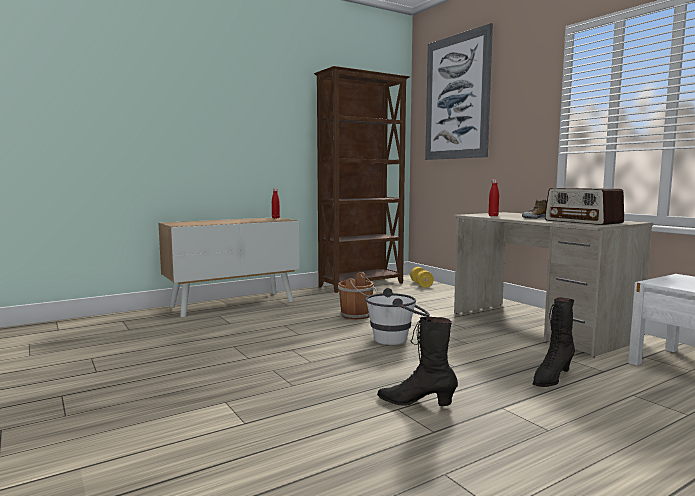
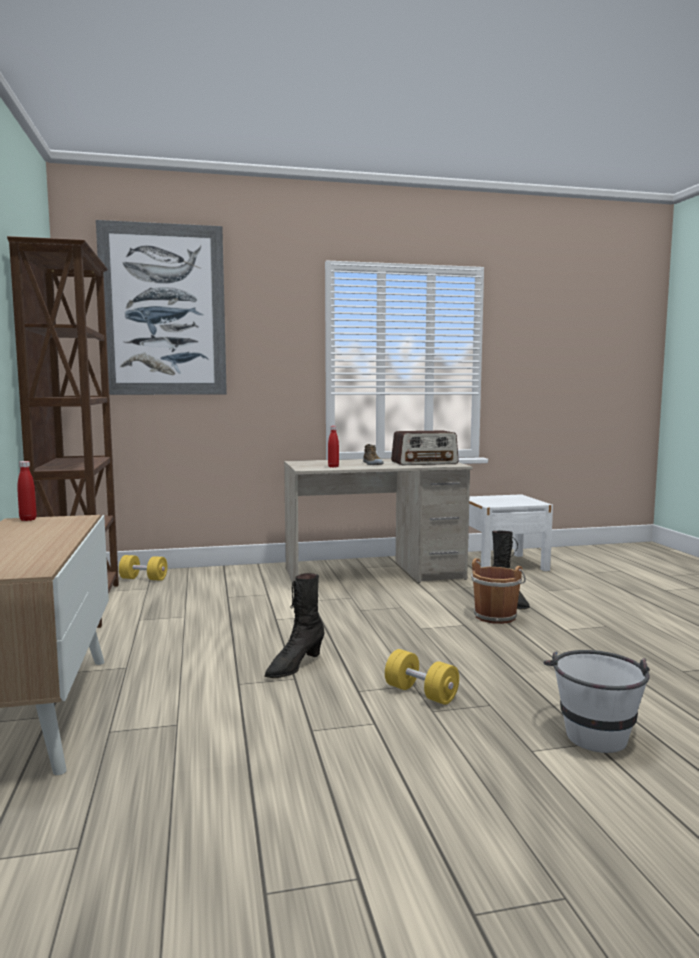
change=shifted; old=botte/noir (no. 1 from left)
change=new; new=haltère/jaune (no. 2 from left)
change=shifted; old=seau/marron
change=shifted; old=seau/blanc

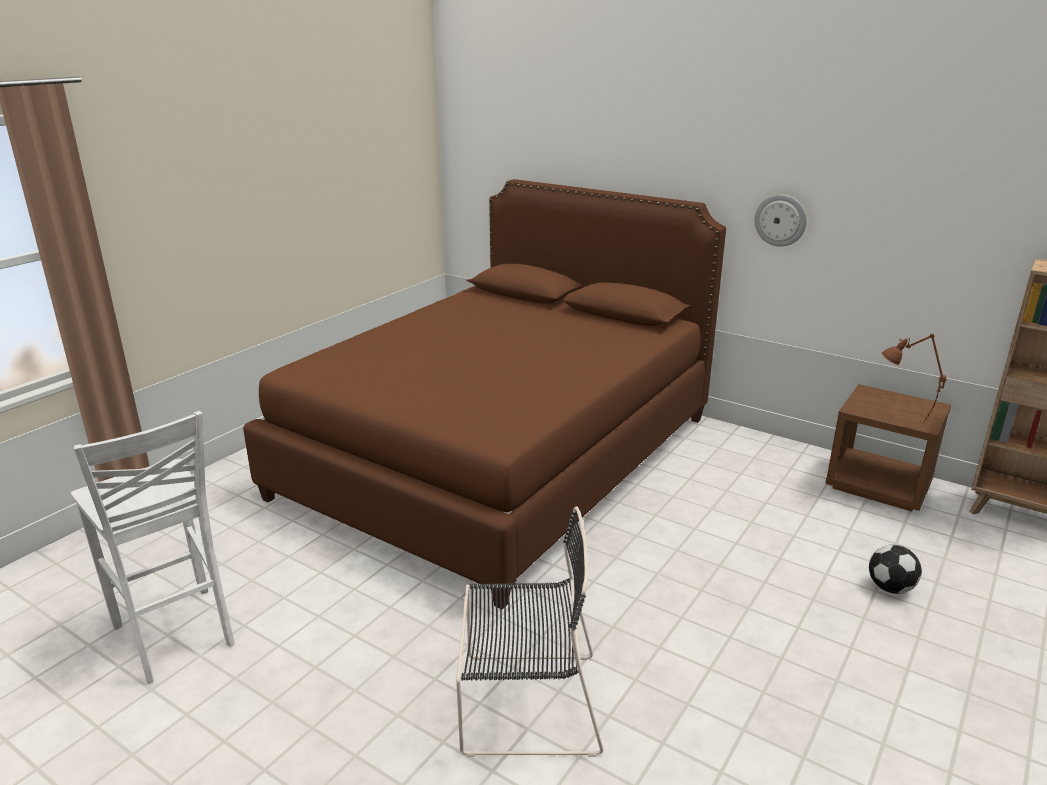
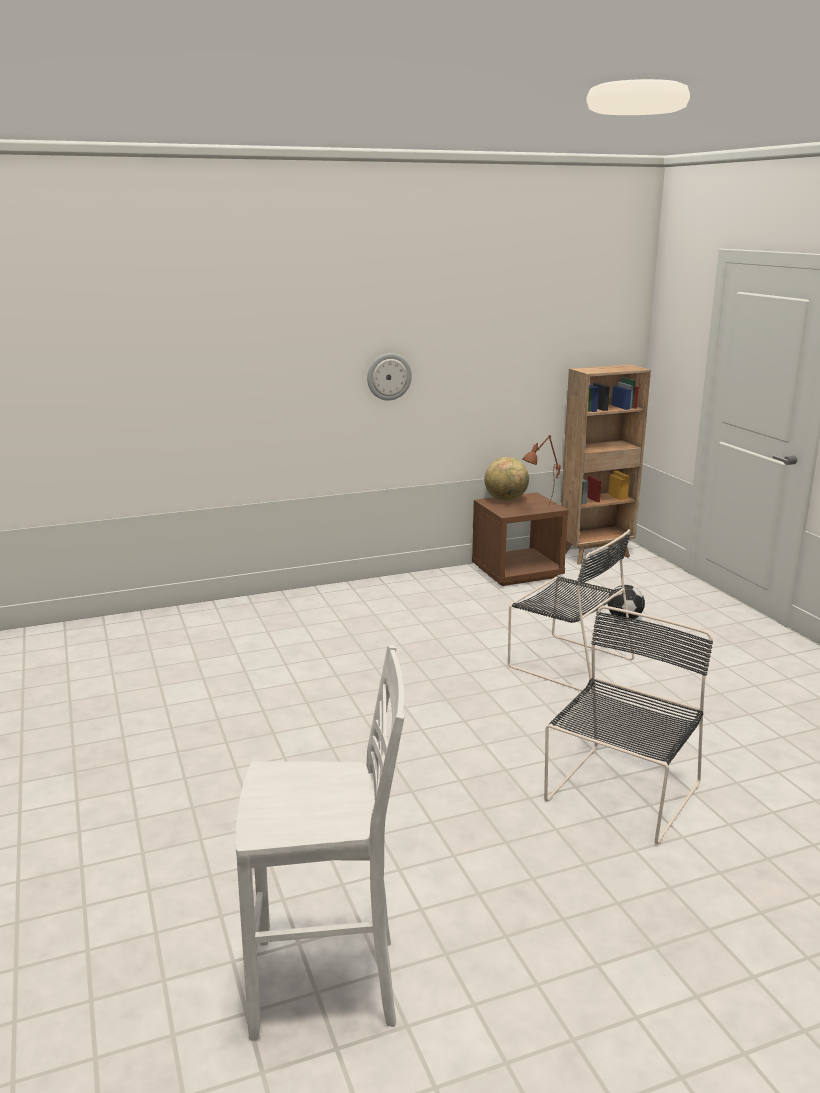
change=new; new=globe
change=new; new=chaise/noir (no. 1 from left)
change=gone; old=lit/marron

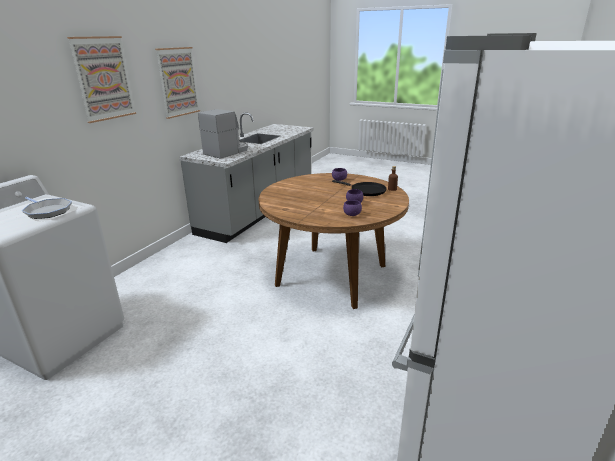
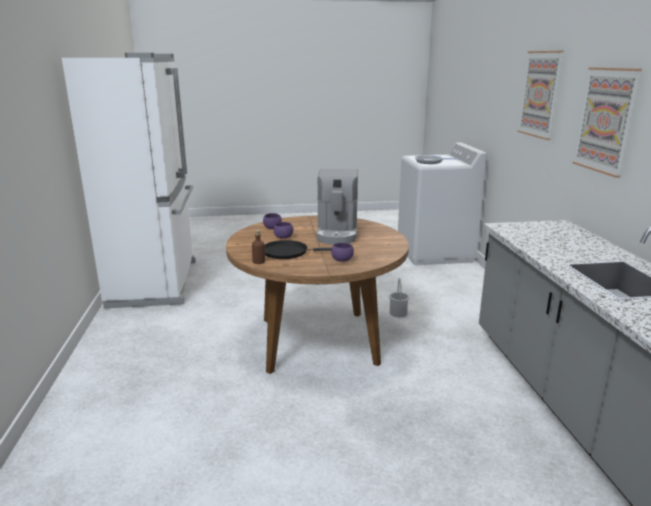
change=shifted; old=machine à café
change=new; new=seau/blanc

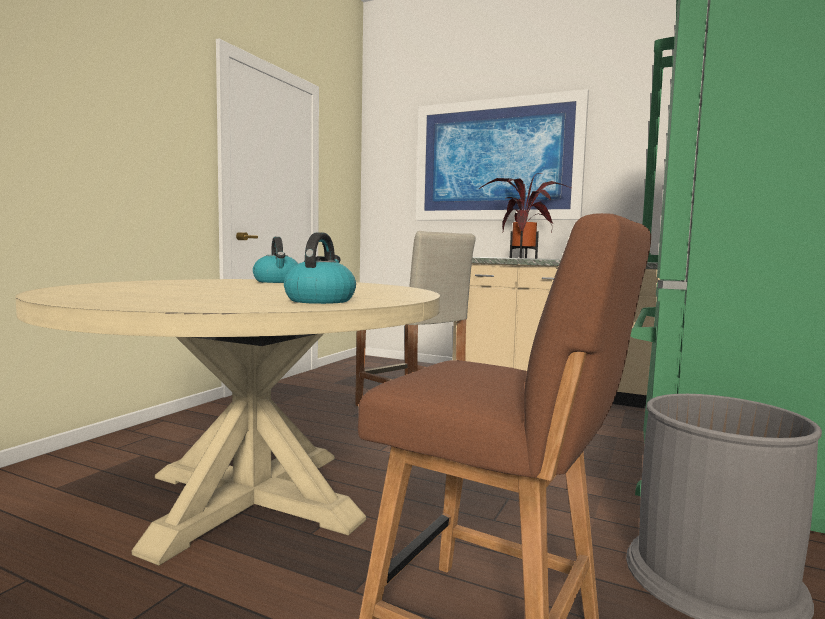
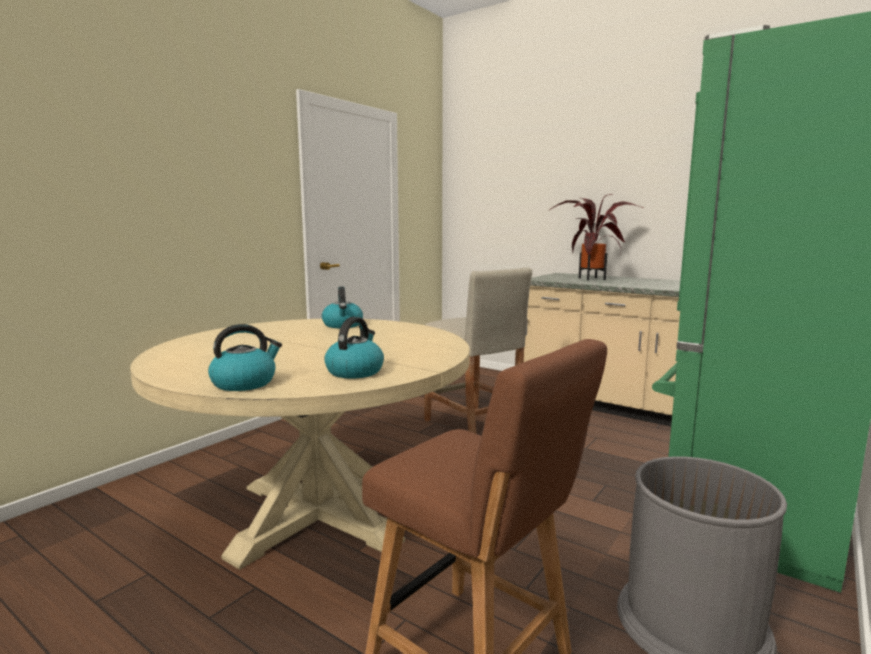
change=new; new=bouilloire (no. 1 from left)
change=gone; old=tableau

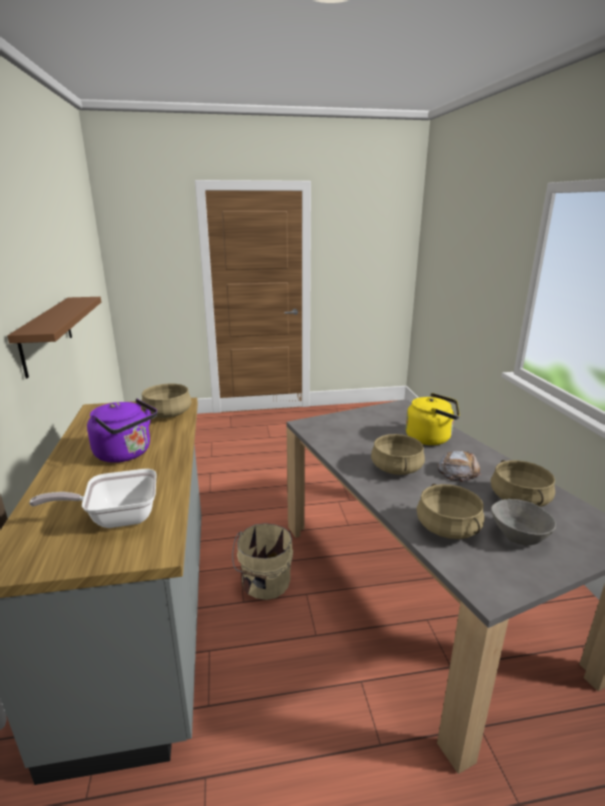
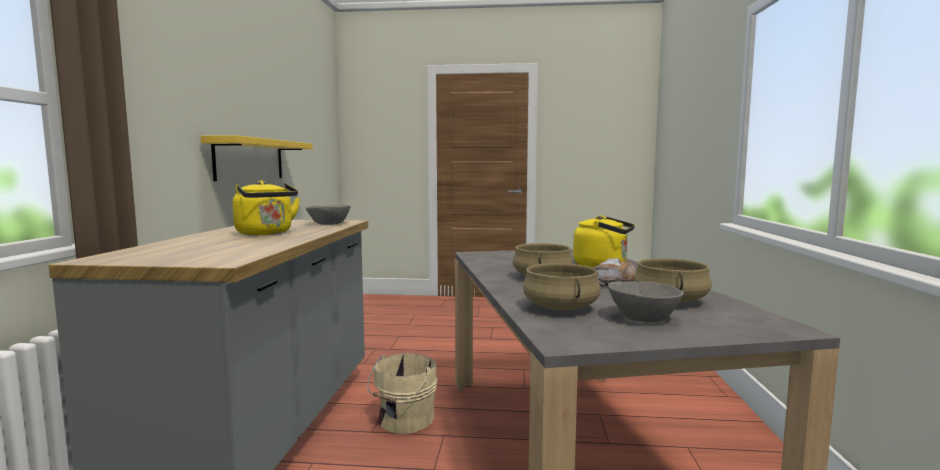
change=repainted; old=étagère/marron; new=étagère/jaune
change=repainted; old=bouilloire/violet; new=bouilloire/jaune (no. 1 from left)
change=swapped; old=marmite/beige (no. 1 from left); new=bol/gris (no. 1 from left)
change=gone; old=poêle

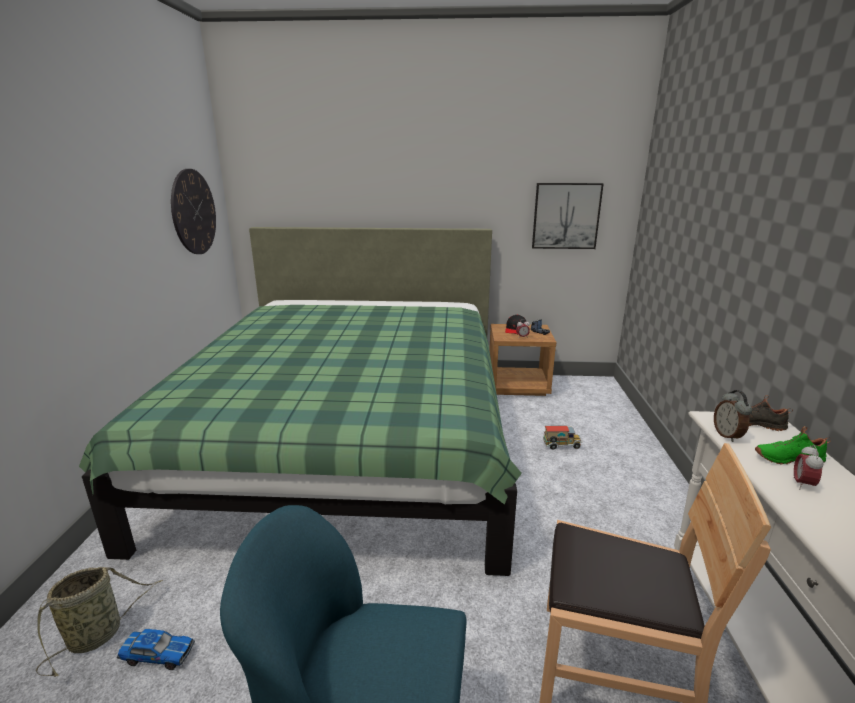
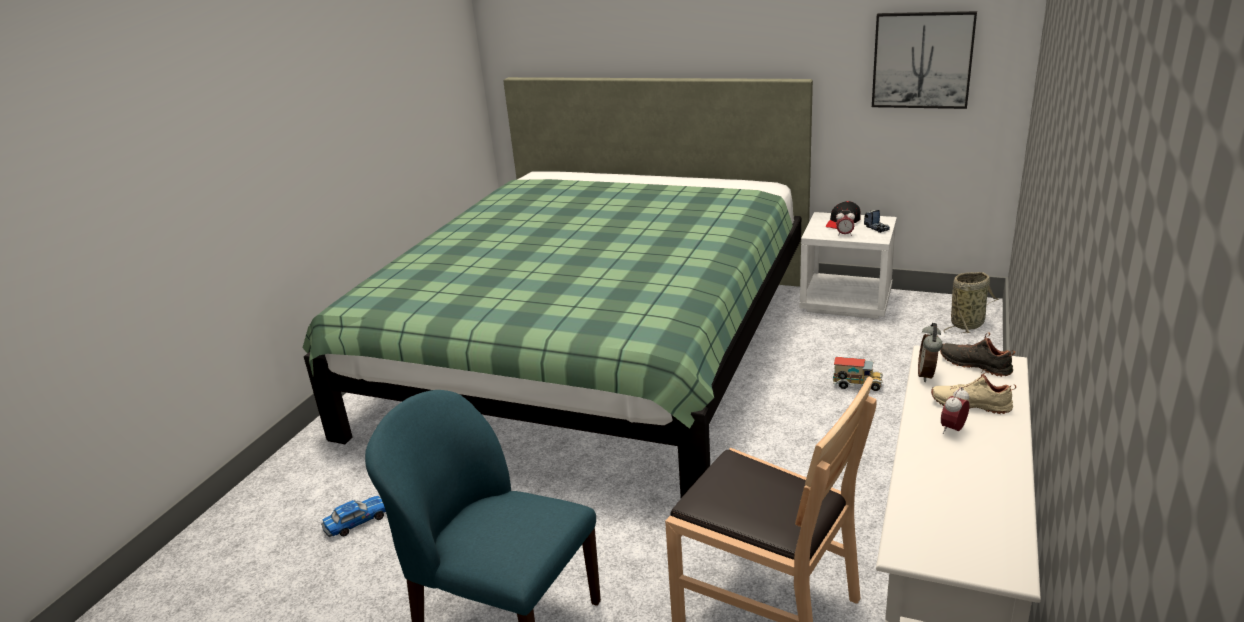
change=rotated; old=petite voiture; degrees=-60
change=repainted; old=table de chevet/marron; new=table de chevet/blanc
change=repainted; old=chaussure/vert; new=chaussure/beige
change=shifted; old=panier
change=gone; old=horloge murale

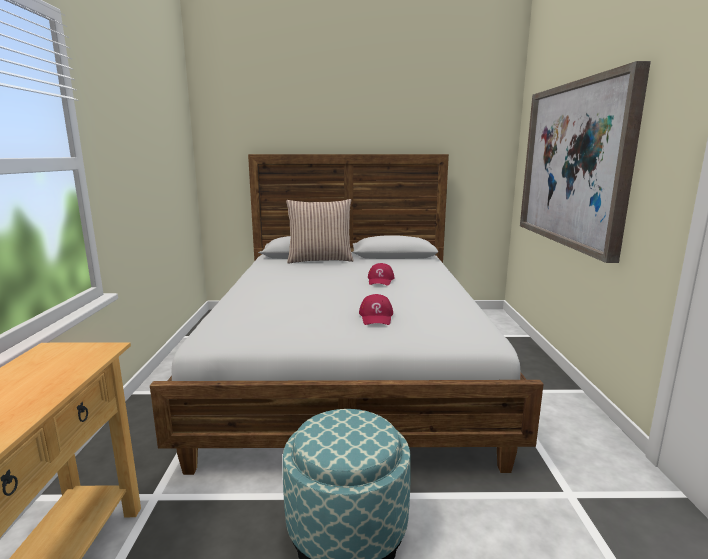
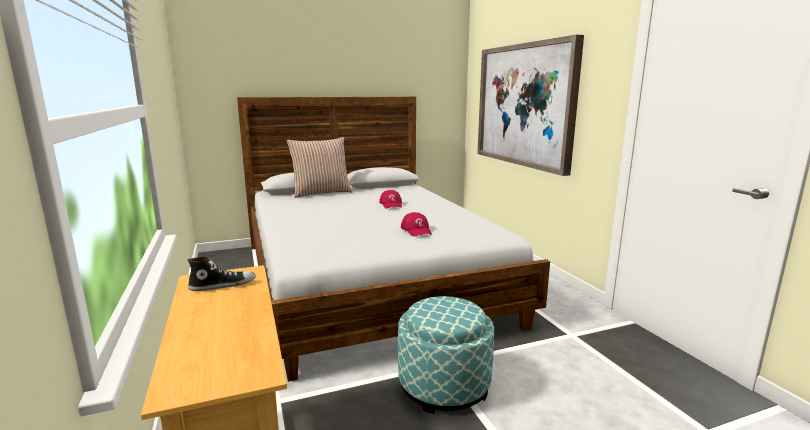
change=new; new=chaussure

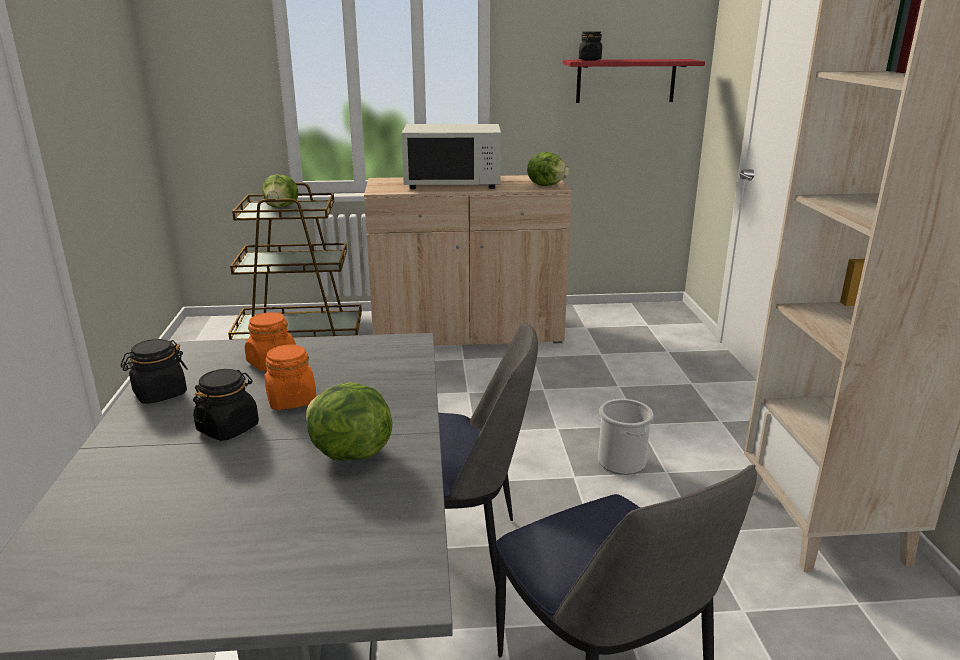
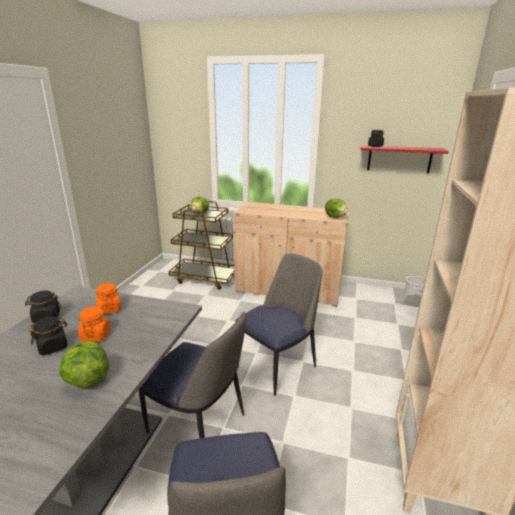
change=new; new=chaise (no. 3 from left)
change=shifted; old=seau
change=gone; old=micro-ondes/blanc

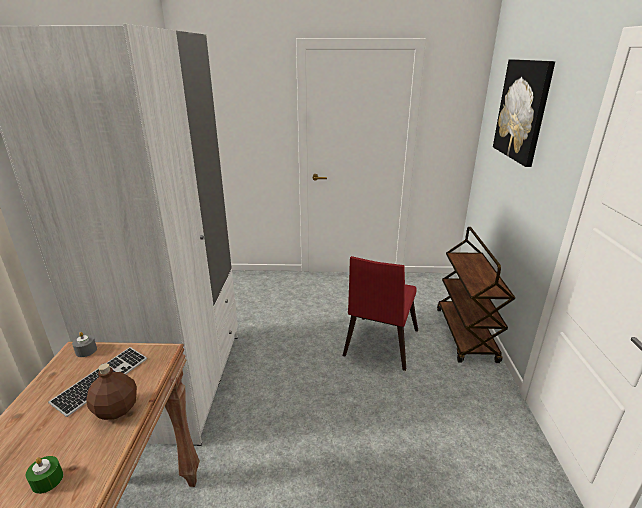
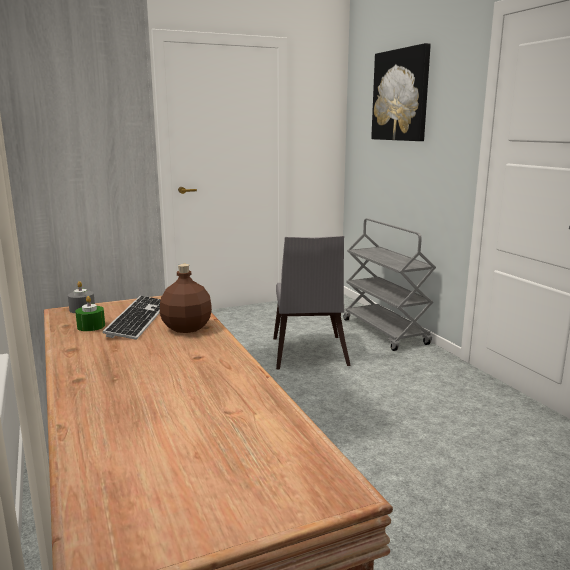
change=shifted; old=bougie/vert
change=repainted; old=chaise/rouge; new=chaise/gris
change=repainted; old=chariot/marron; new=chariot/gris

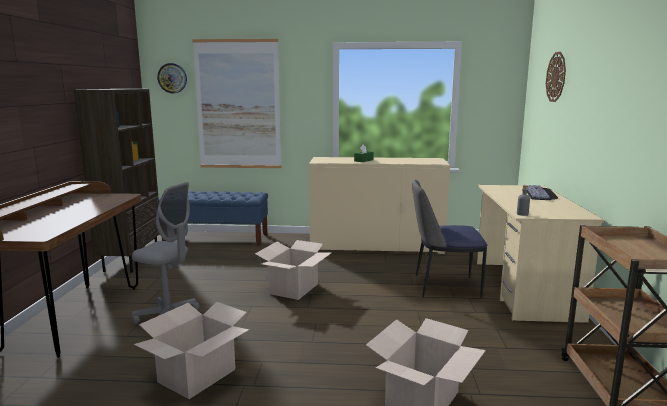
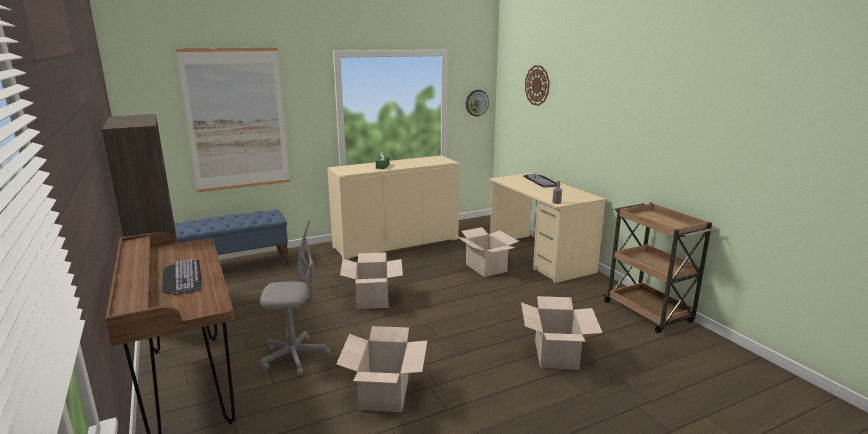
change=new; new=clavier (no. 1 from left)
change=swapped; old=chaise; new=carton (no. 3 from left)
change=shifted; old=horloge murale (no. 1 from left)

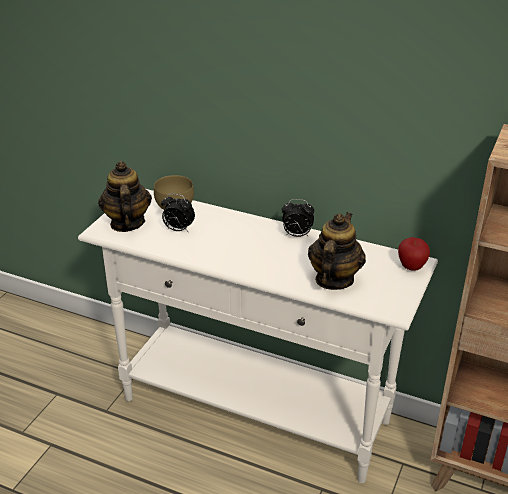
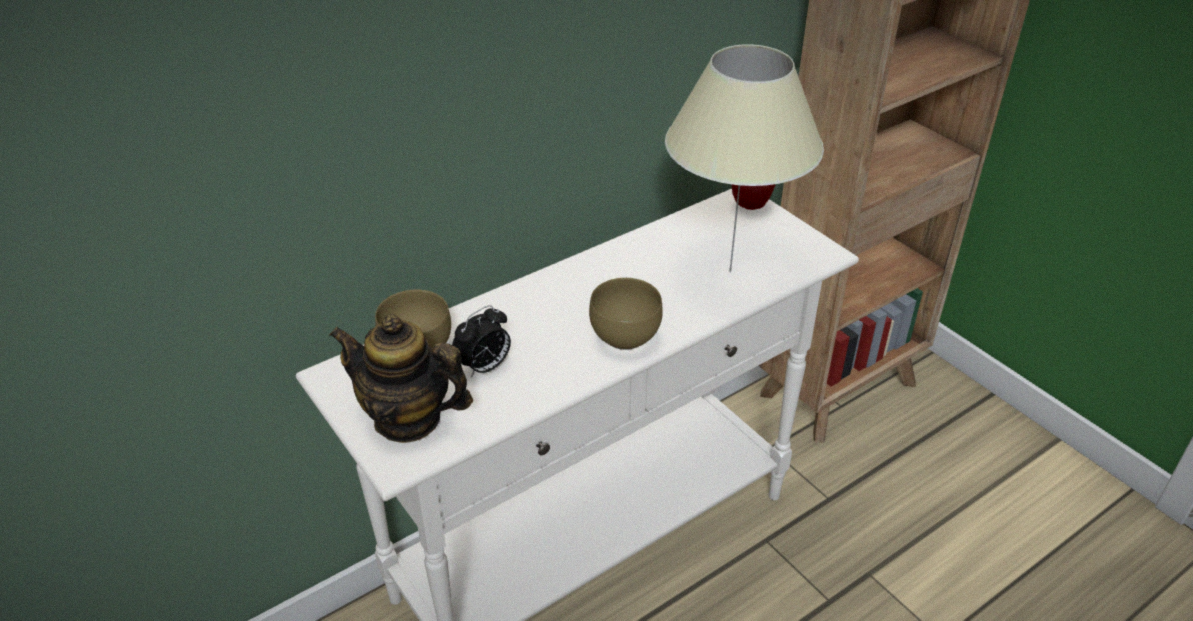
change=new; new=bol/marron (no. 2 from left)
change=swapped; old=théière (no. 2 from left); new=lampe de table/beige
change=gone; old=réveil (no. 2 from left)

